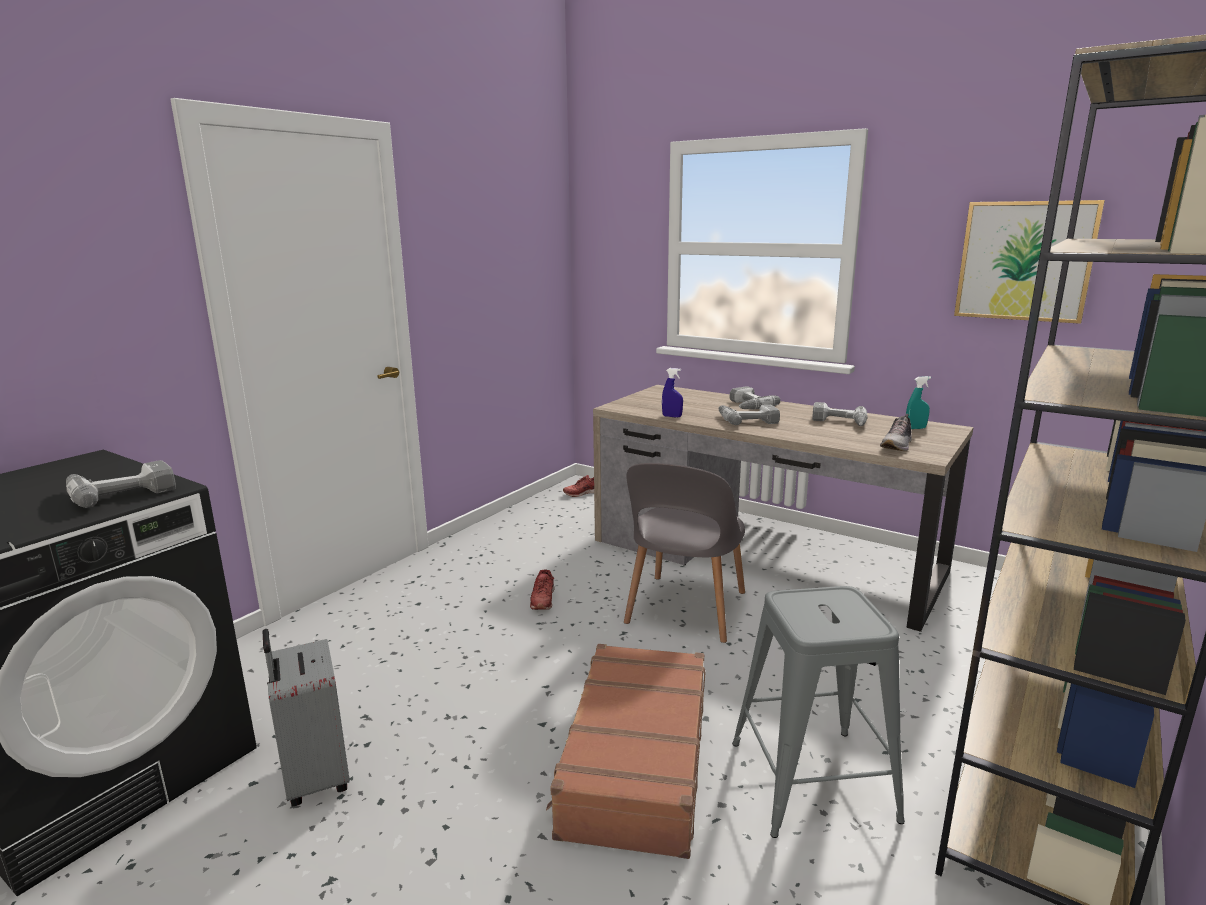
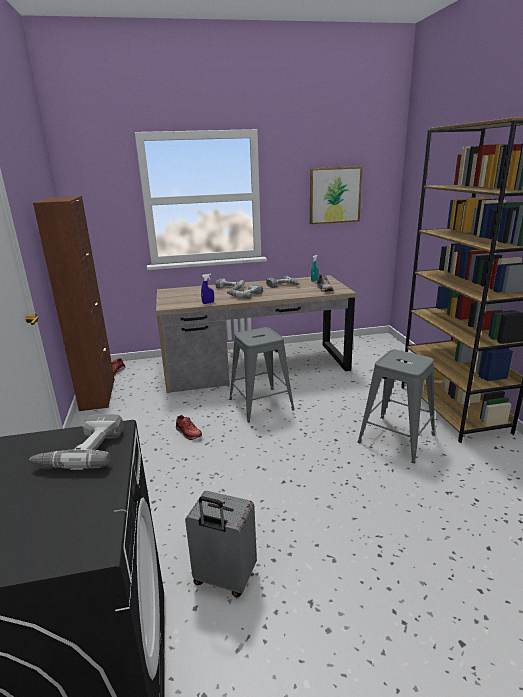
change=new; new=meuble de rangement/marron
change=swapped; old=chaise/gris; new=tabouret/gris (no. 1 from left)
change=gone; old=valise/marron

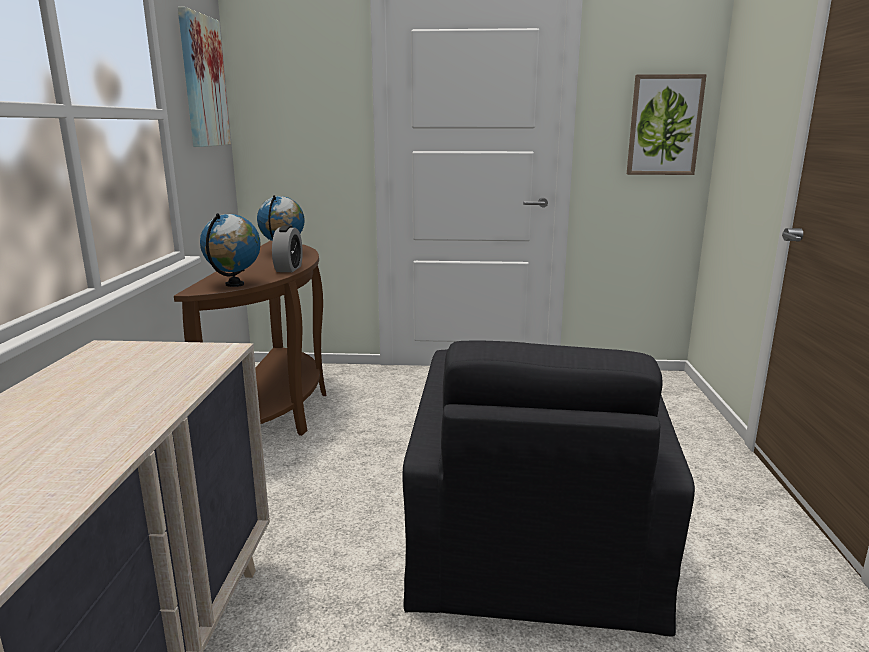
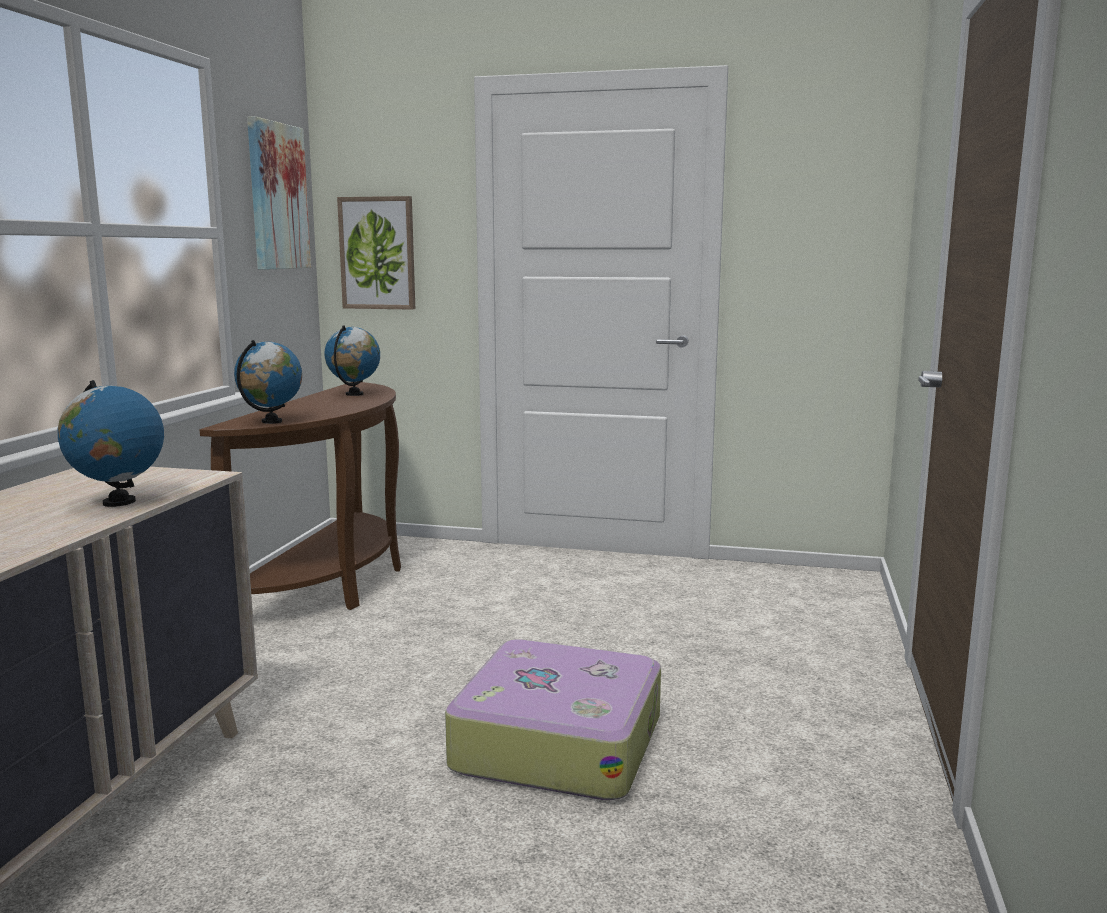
change=new; new=globe (no. 1 from left)
change=shifted; old=tableau (no. 2 from left)
change=swapped; old=fauteuil/noir; new=valise
change=gone; old=réveil

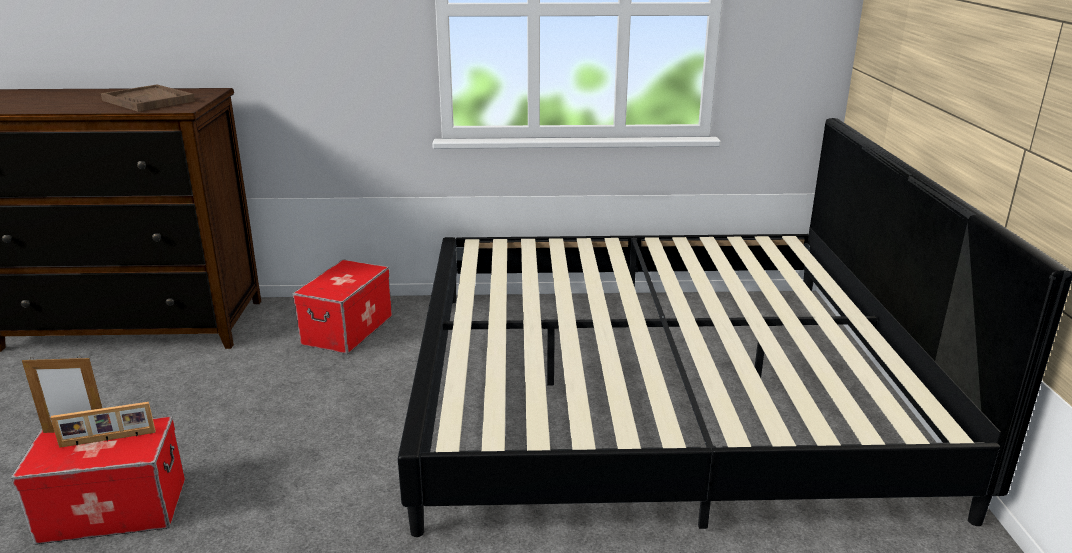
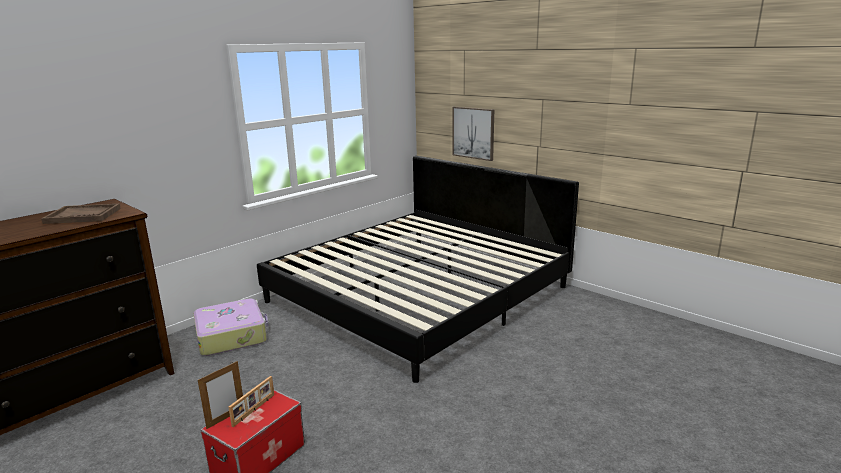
change=swapped; old=boîte de rangement (no. 2 from left); new=valise
change=new; new=tableau

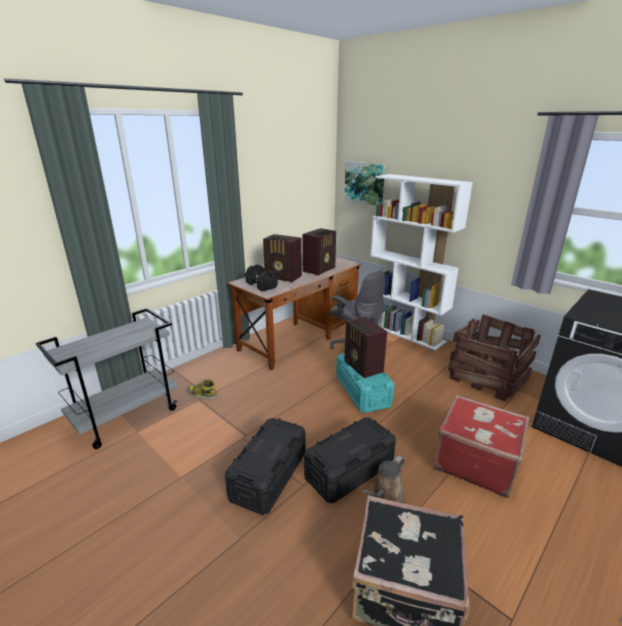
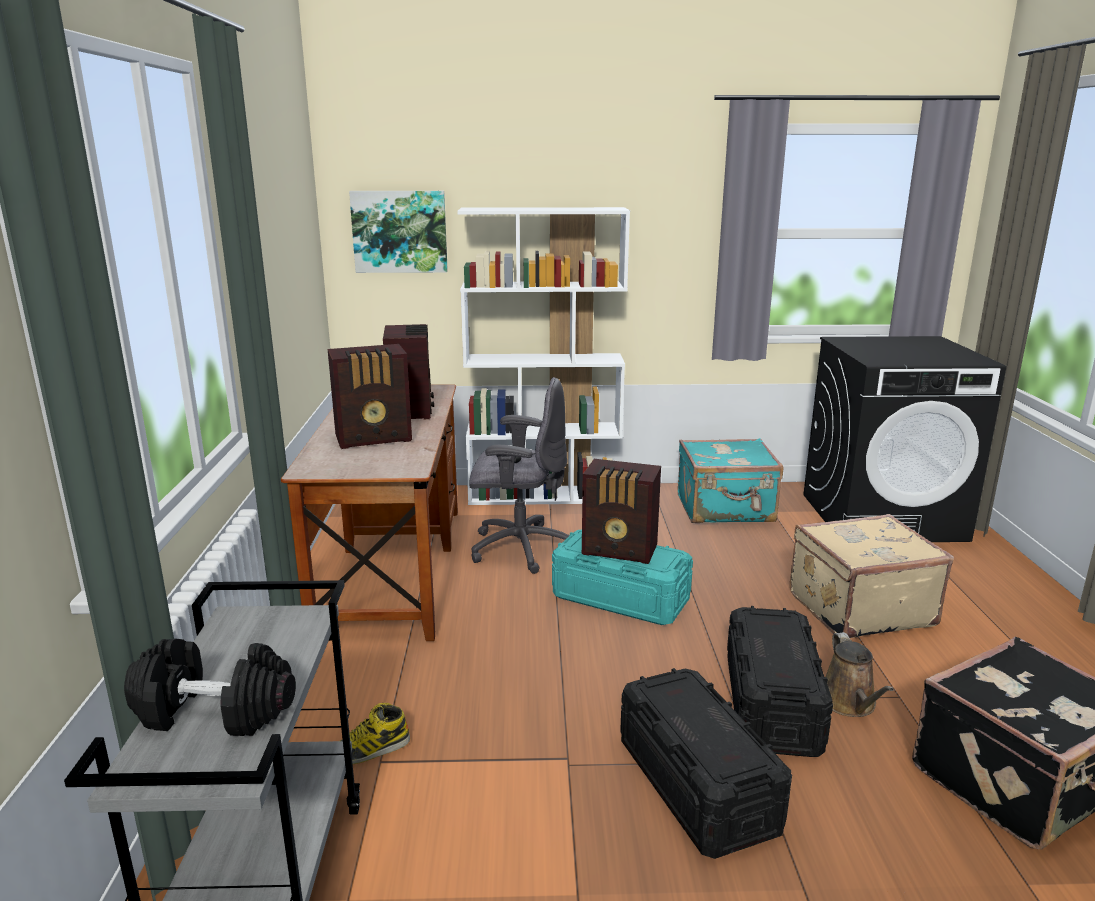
change=shifted; old=haltère/noir
change=swapped; old=caisse; new=valise/turquoise
change=repainted; old=valise/rouge; new=valise/beige

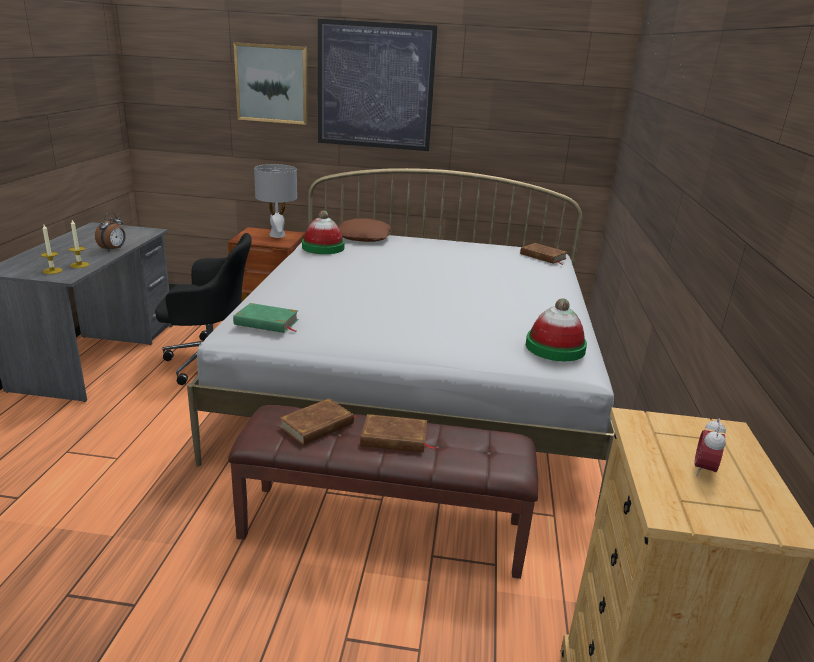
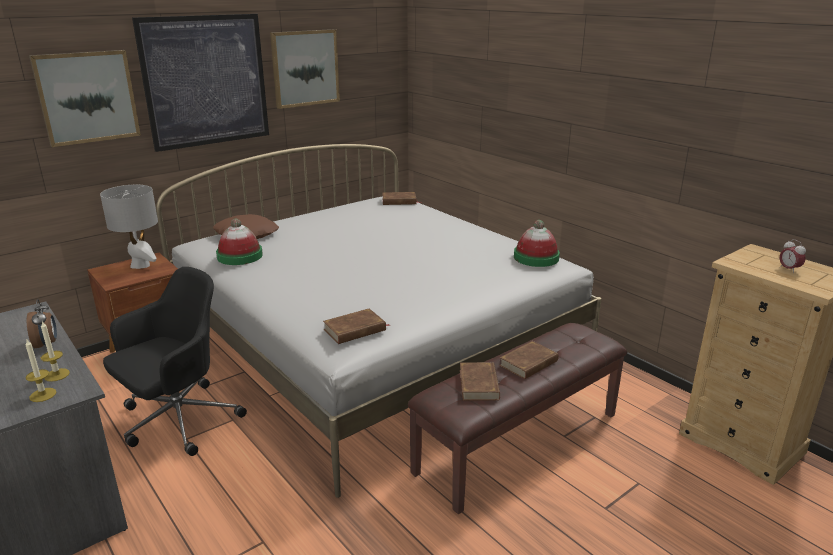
change=new; new=tableau (no. 3 from left)
change=repainted; old=livre/vert; new=livre/marron (no. 1 from left)

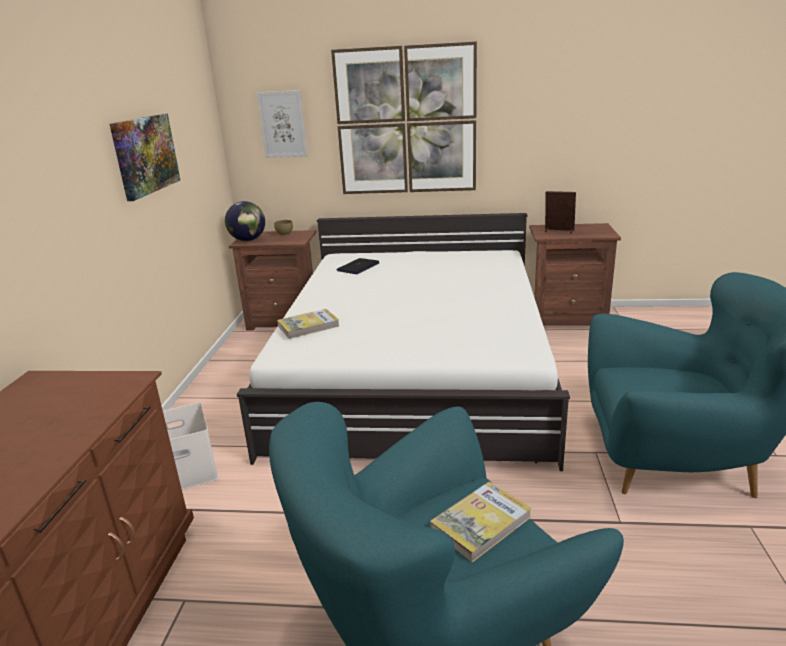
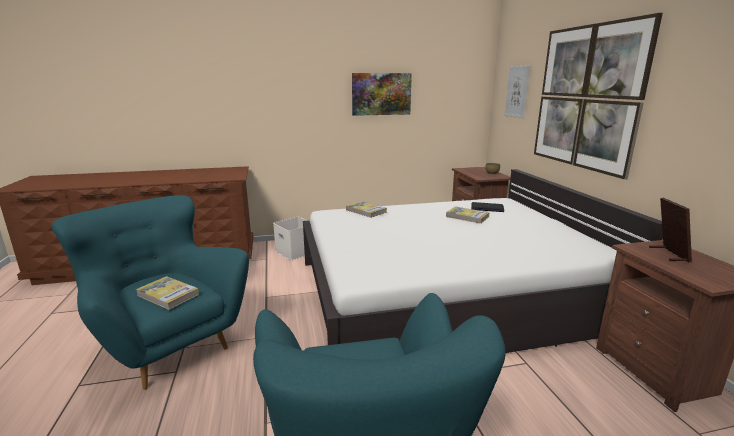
change=new; new=livre (no. 3 from left)
change=gone; old=globe

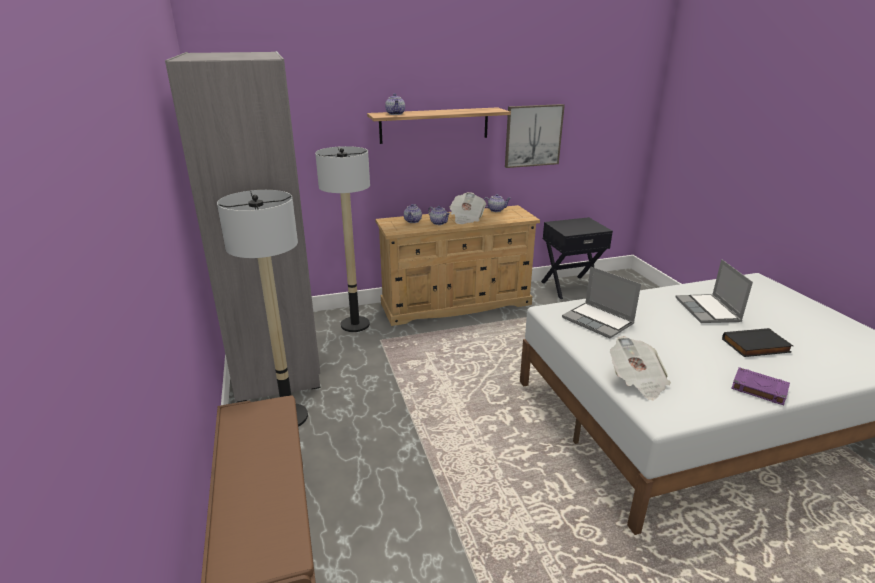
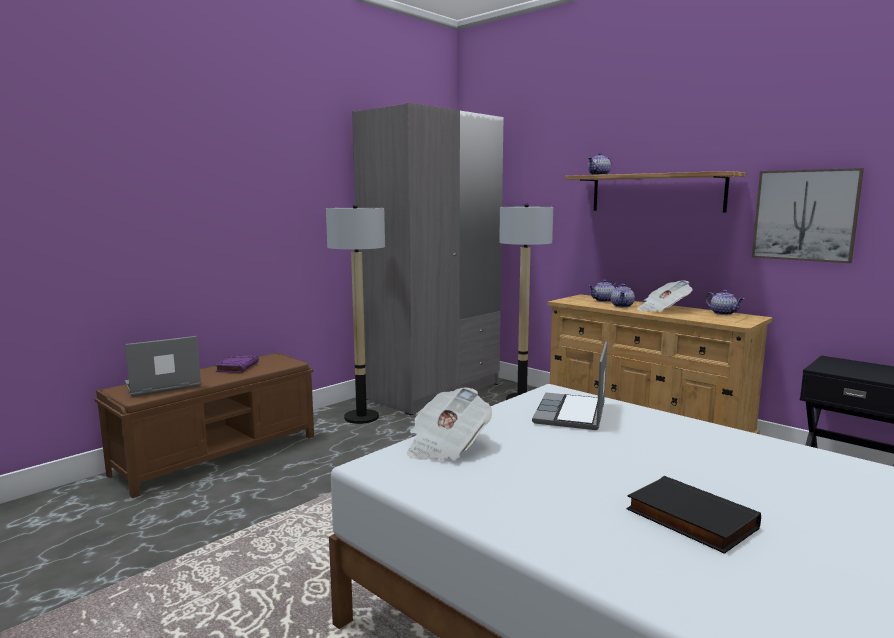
change=shifted; old=ordinateur portable (no. 2 from left in the first image); new=ordinateur portable (no. 1 from left)
change=shifted; old=livre/violet

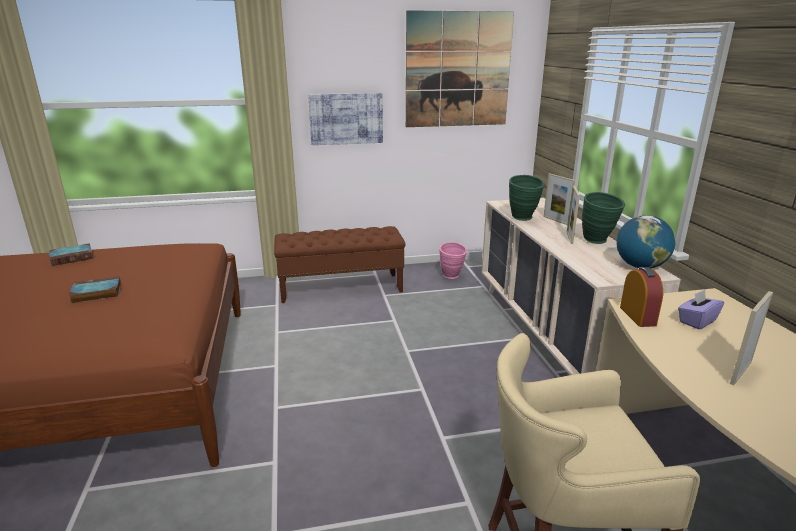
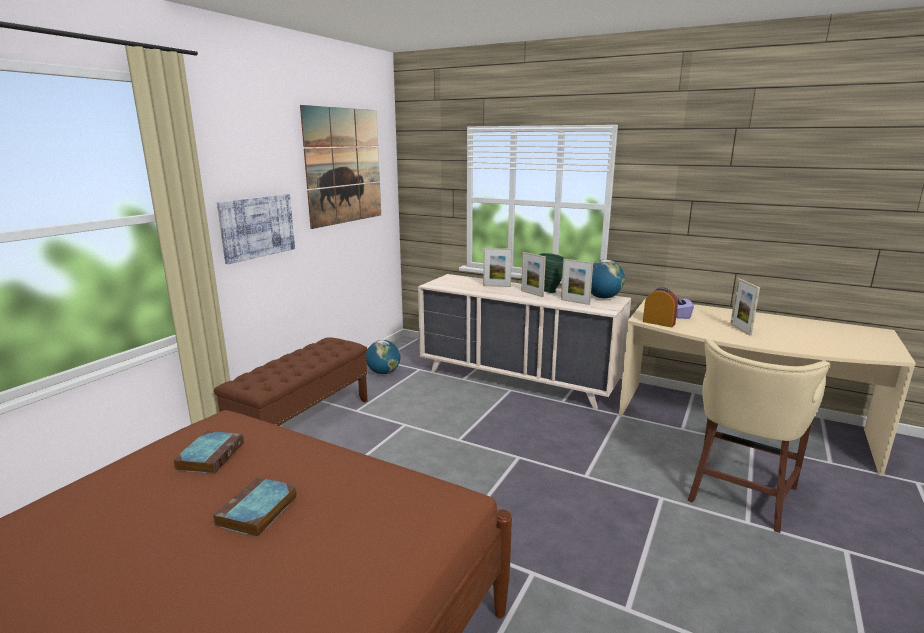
change=shifted; old=livre (no. 1 from left)
change=swapped; old=vase/rose; new=globe (no. 1 from left)
change=new; new=cadre photo (no. 3 from left)
change=gone; old=vase/vert (no. 1 from left)

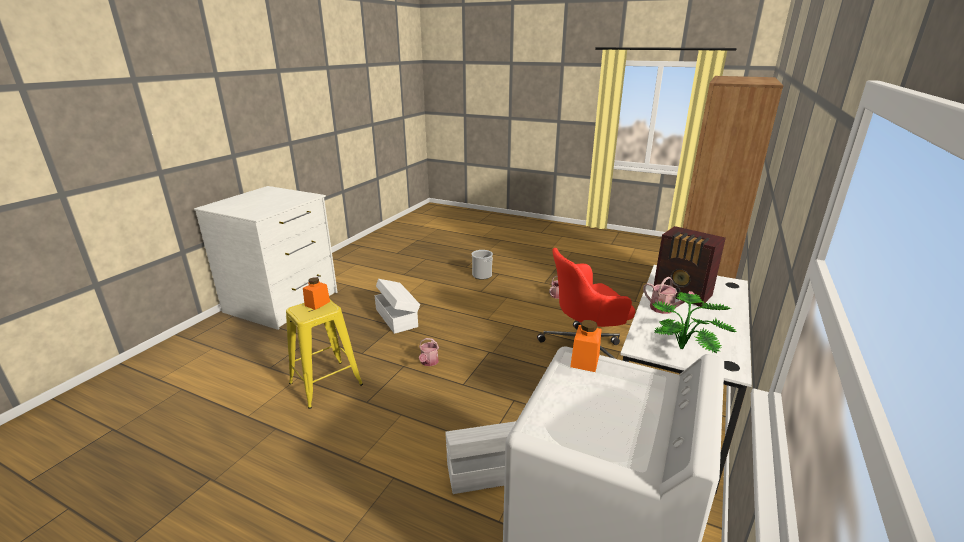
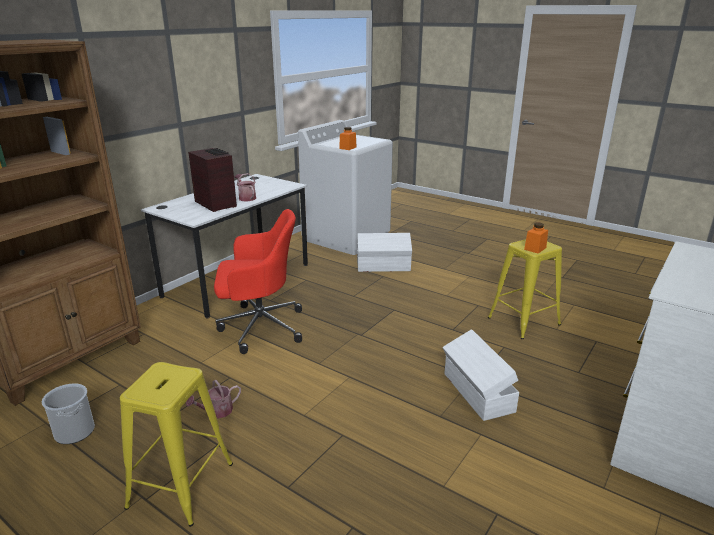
change=shifted; old=seau
change=new; new=tabouret/jaune (no. 1 from left)
change=gone; old=arrosoir (no. 1 from left)
change=gone; old=plante en pot

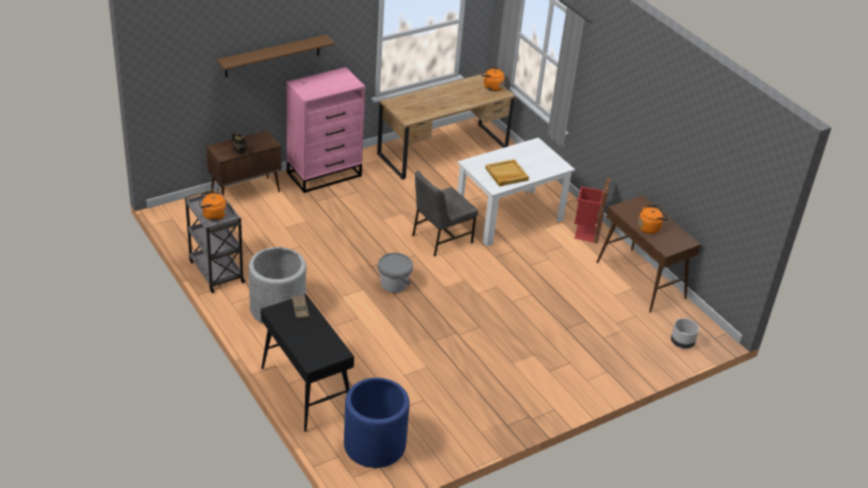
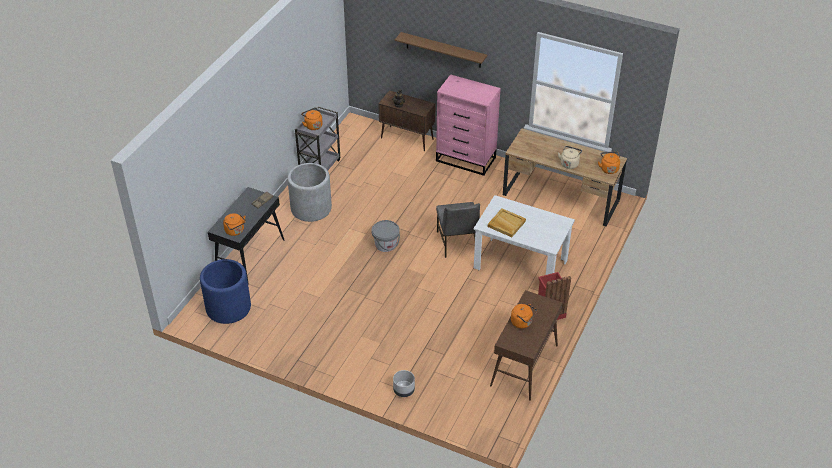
change=new; new=bouilloire/orange (no. 1 from left)
change=shifted; old=cache-pot/gris (no. 2 from left)
change=rotated; old=chaise/gris; degrees=-120
change=new; new=bouilloire/beige

